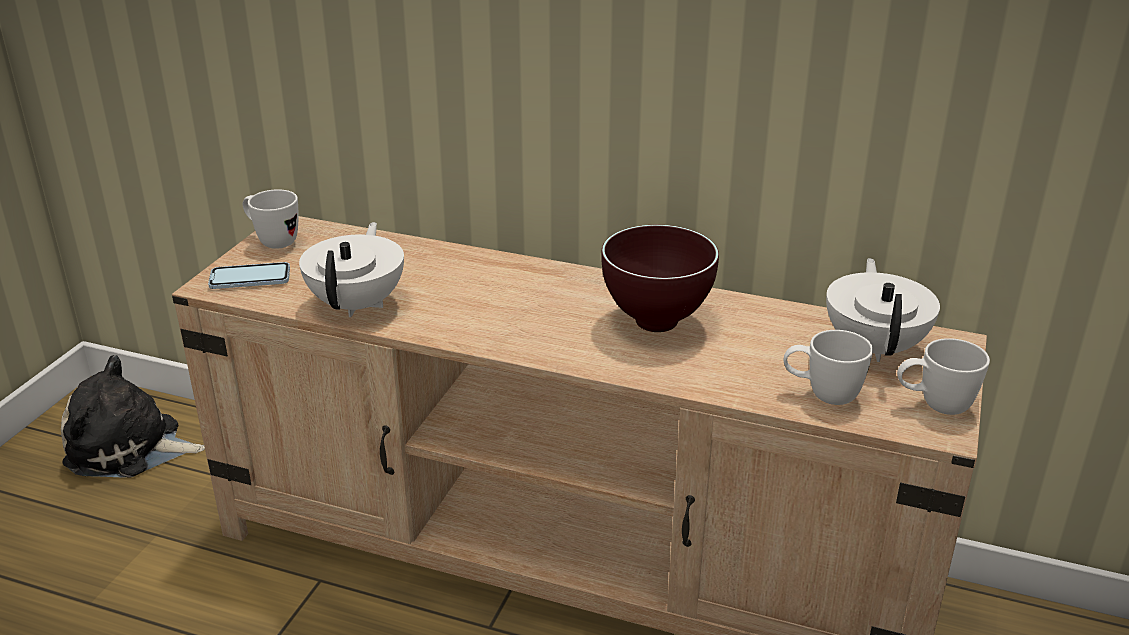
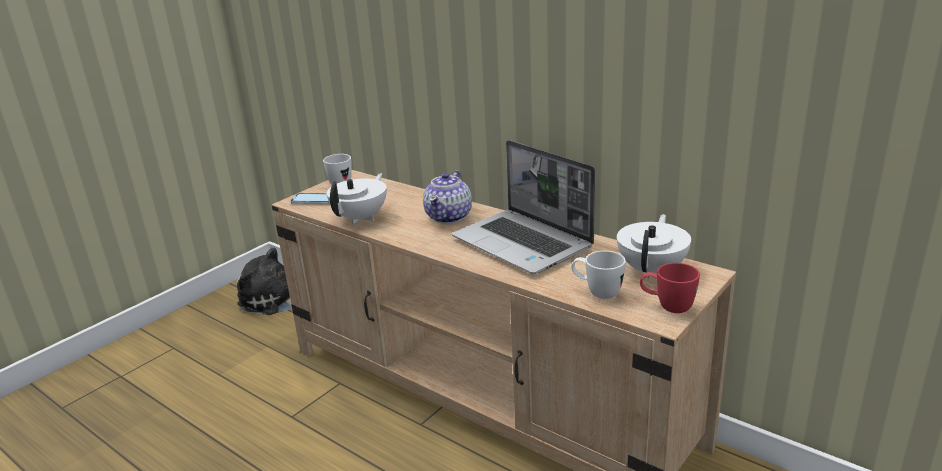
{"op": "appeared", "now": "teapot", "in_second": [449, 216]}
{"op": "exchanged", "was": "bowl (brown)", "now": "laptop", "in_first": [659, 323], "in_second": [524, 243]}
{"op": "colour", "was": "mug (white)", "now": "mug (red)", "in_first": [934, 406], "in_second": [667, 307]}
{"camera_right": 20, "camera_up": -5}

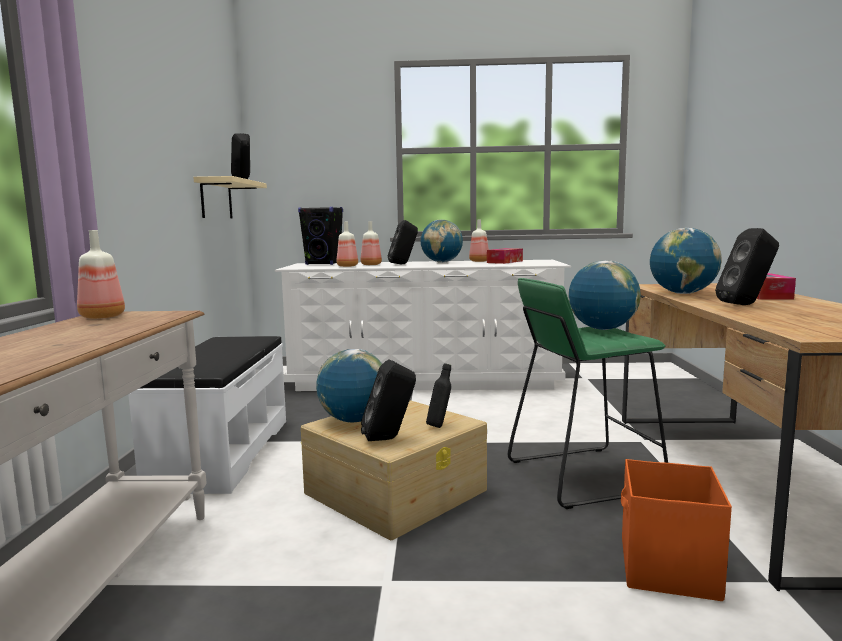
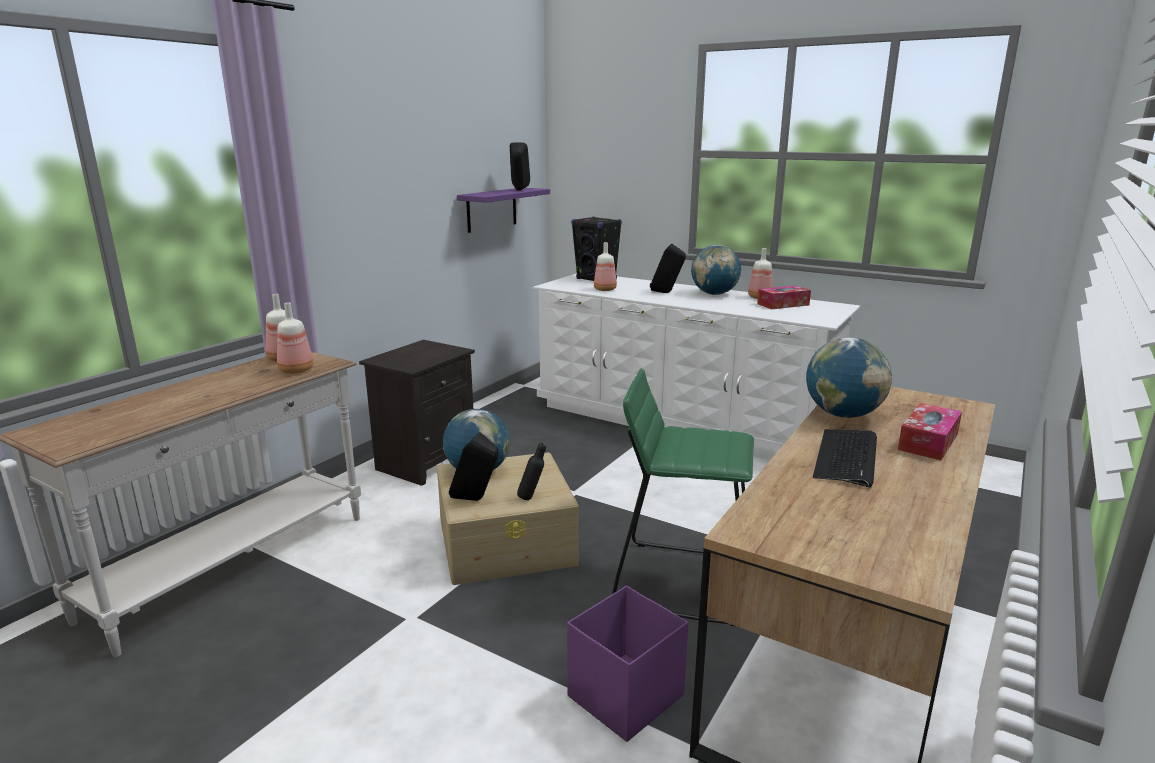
{"op": "missing", "was": "globe", "in_first": [602, 329]}
{"op": "relocated", "was": "bottle", "in_first": [370, 265], "in_second": [295, 370]}
{"op": "exchanged", "was": "bench (white)", "now": "nightstand (black)", "in_first": [222, 452], "in_second": [426, 461]}
{"op": "exchanged", "was": "speaker (black)", "now": "keyboard", "in_first": [746, 305], "in_second": [847, 457]}
{"op": "colour", "was": "shelf (beige)", "now": "shelf (purple)", "in_first": [216, 199], "in_second": [491, 209]}
{"op": "colour", "was": "storage box (orange)", "now": "storage box (purple)", "in_first": [667, 569], "in_second": [624, 697]}
{"camera_right": 30, "camera_up": 10}

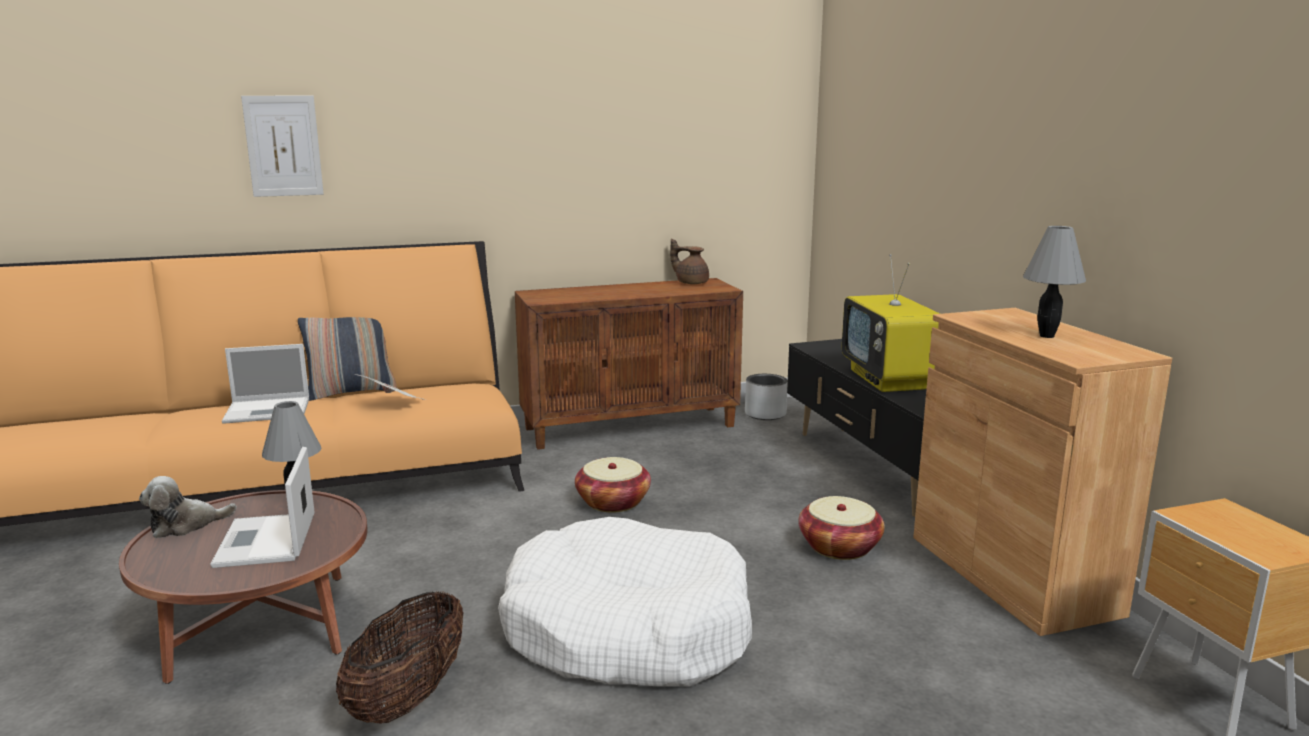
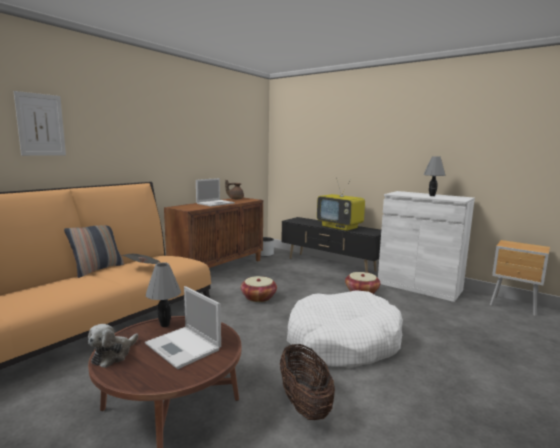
{"op": "relocated", "was": "laptop", "in_first": [269, 410], "in_second": [216, 203]}
{"op": "colour", "was": "cabinet (brown)", "now": "cabinet (white)", "in_first": [1012, 574], "in_second": [419, 286]}
{"camera_right": -35, "camera_up": -5}

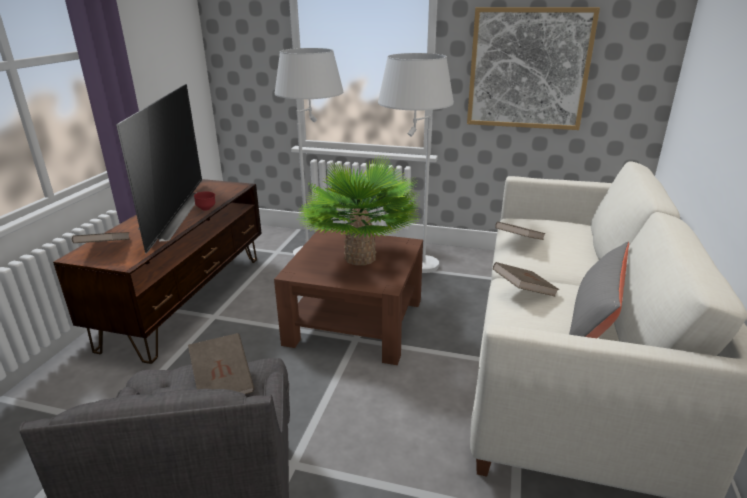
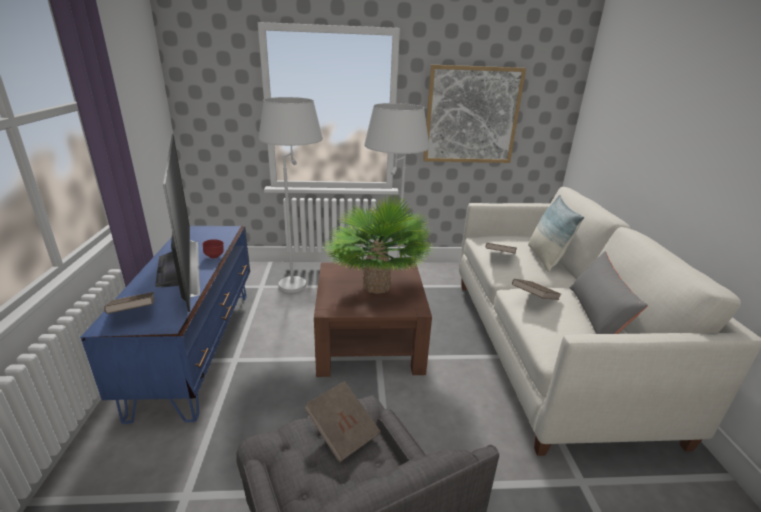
{"op": "appeared", "now": "pillow", "in_second": [545, 258]}
{"op": "colour", "was": "tv stand (brown)", "now": "tv stand (blue)", "in_first": [188, 299], "in_second": [197, 347]}
{"camera_right": -20, "camera_up": 0}

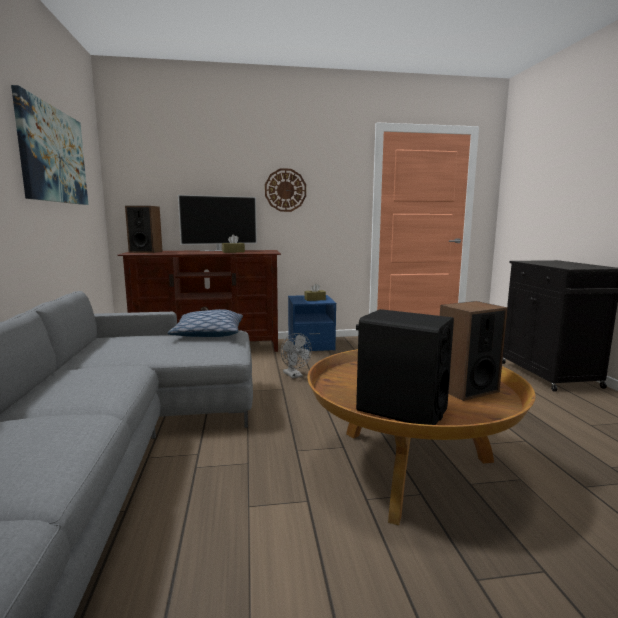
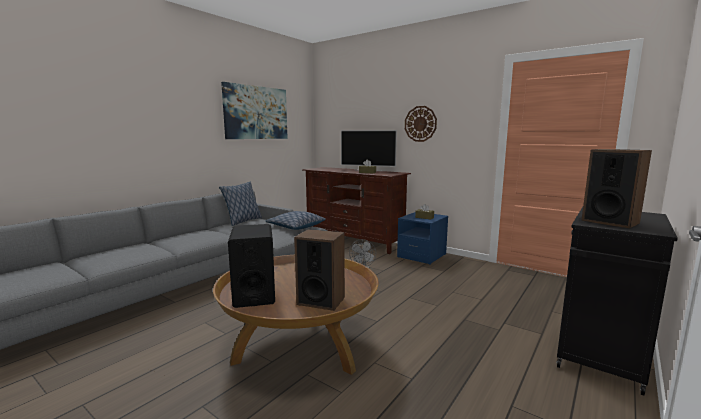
{"op": "appeared", "now": "pillow", "in_second": [243, 221]}
{"op": "relocated", "was": "speaker", "in_first": [145, 252], "in_second": [610, 221]}
{"camera_right": 45, "camera_up": 0}

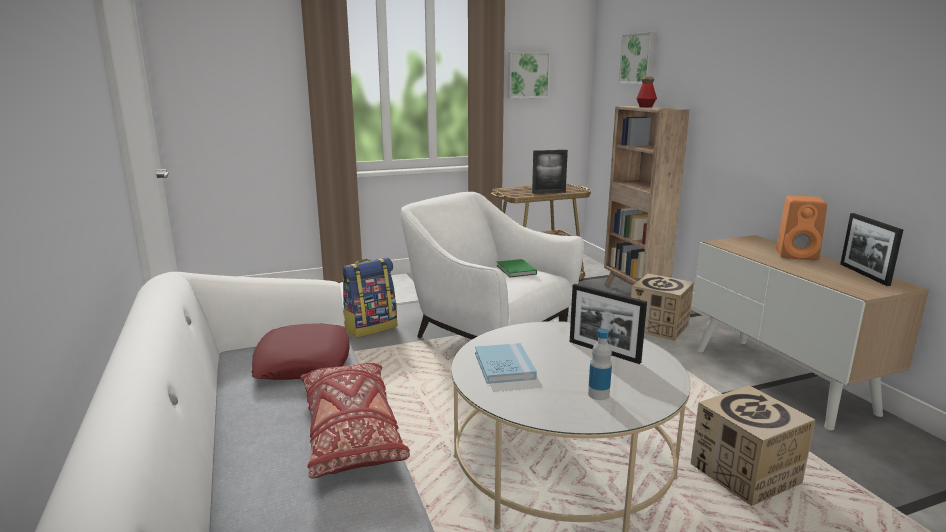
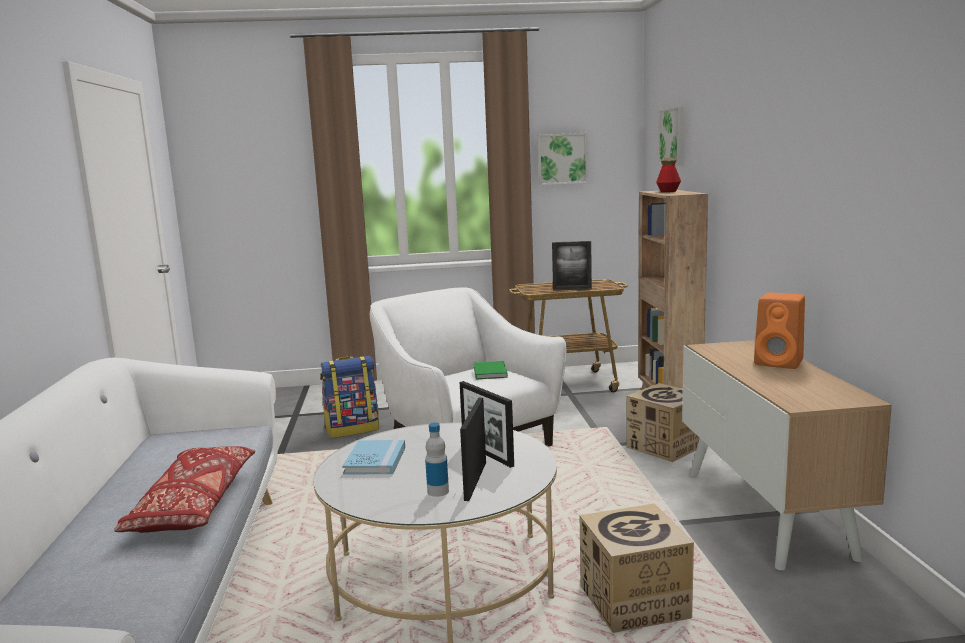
{"op": "missing", "was": "pillow (red)", "in_first": [303, 361]}
{"op": "relocated", "was": "picture frame", "in_first": [864, 274], "in_second": [475, 480]}
{"camera_right": 15, "camera_up": -5}

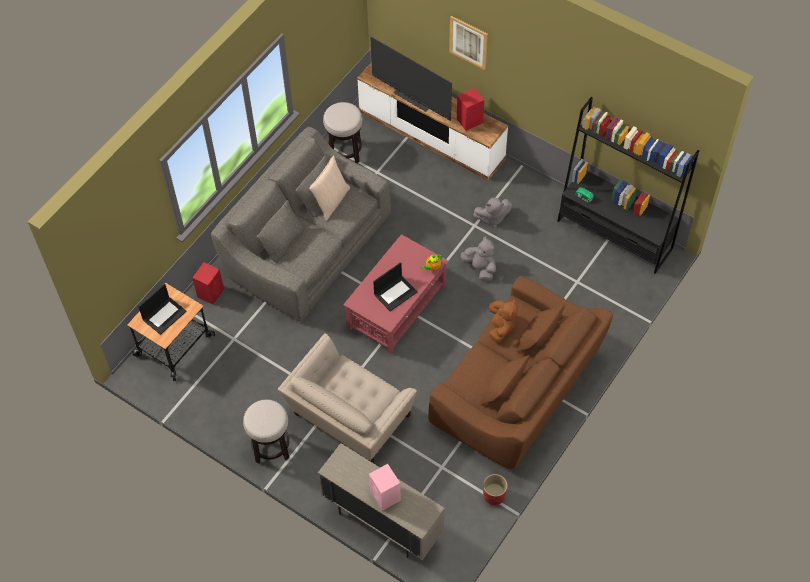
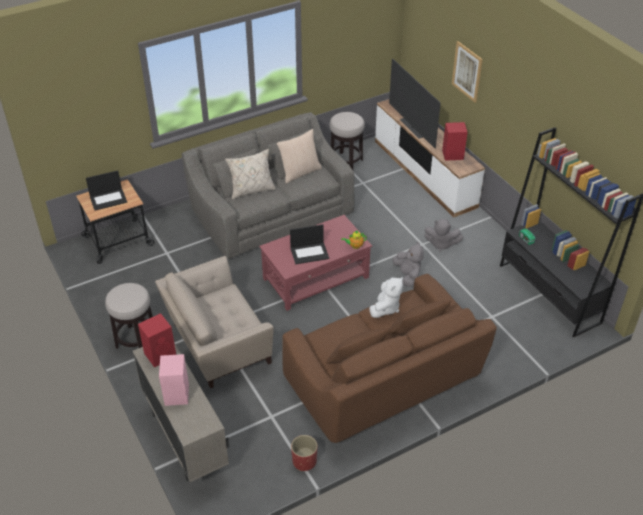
{"op": "appeared", "now": "pillow (beige)", "in_second": [251, 190]}
{"op": "relocated", "was": "speaker (red)", "in_first": [211, 292], "in_second": [161, 354]}
{"op": "colour", "was": "plush toy (brown)", "now": "plush toy (white)", "in_first": [501, 327], "in_second": [385, 308]}
{"camera_right": 25, "camera_up": -15}

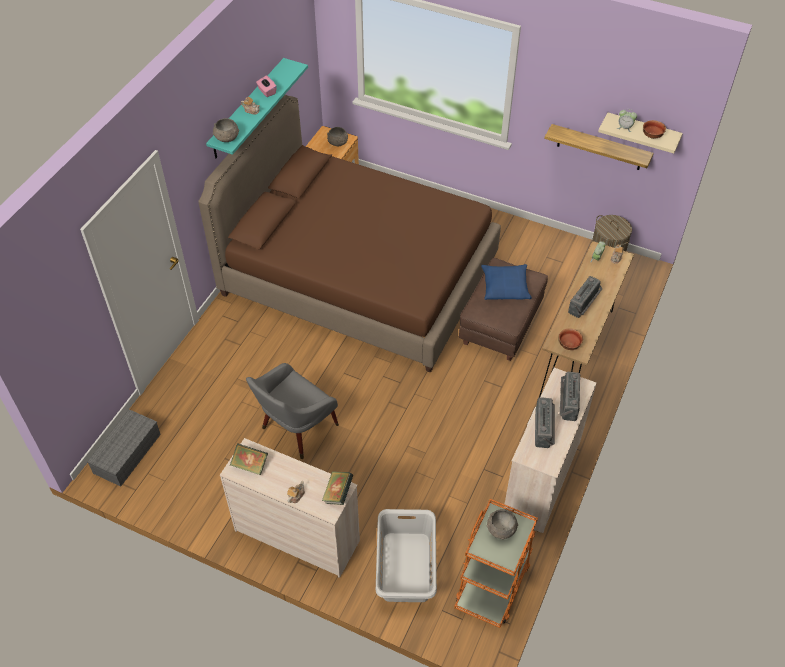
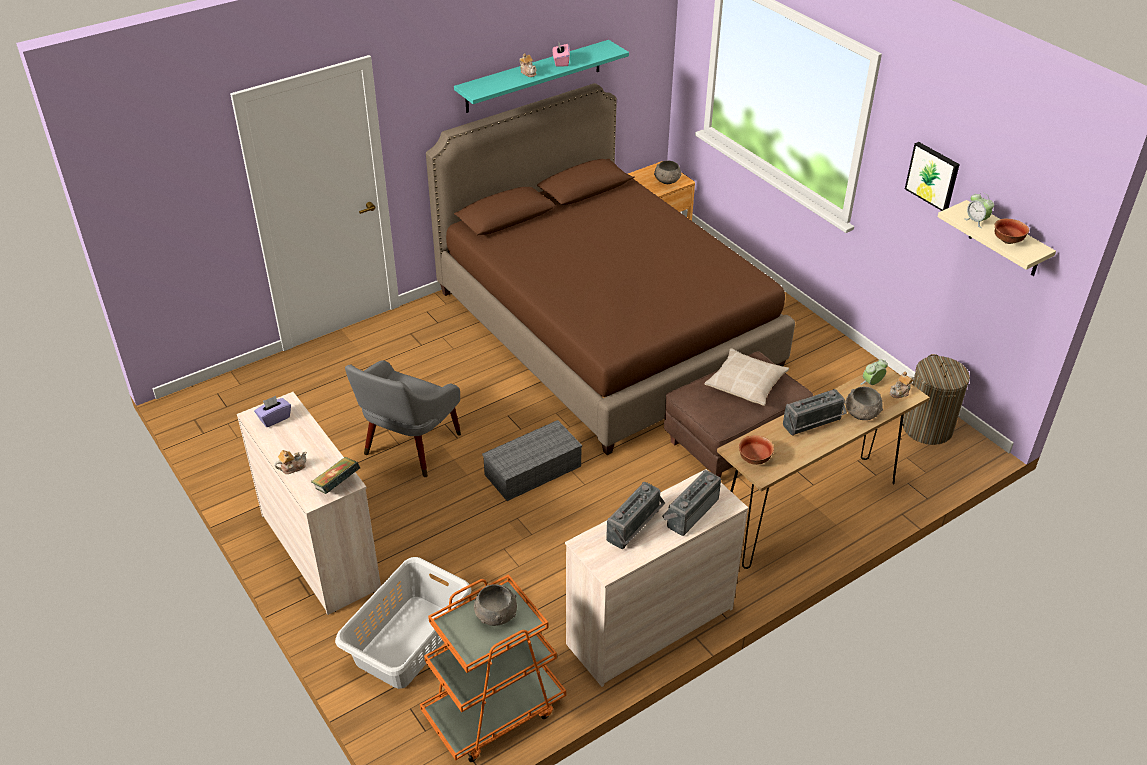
{"op": "missing", "was": "shelf", "in_first": [599, 147]}
{"op": "appeared", "now": "picture", "in_second": [933, 176]}
{"op": "relocated", "was": "storage box (grey)", "in_first": [127, 454], "in_second": [532, 471]}
{"op": "relocated", "was": "bowl (grey)", "in_first": [227, 138], "in_second": [861, 414]}
{"op": "exchanged", "was": "book", "now": "tissue box (purple)", "in_first": [250, 465], "in_second": [274, 418]}
{"op": "colour", "was": "pillow (blue)", "now": "pillow (beige)", "in_first": [505, 286], "in_second": [746, 383]}
{"op": "spun", "was": "armchair (grey)", "in_first": [296, 430], "in_second": [409, 448], "clockwise": -45}
{"camera_right": 30, "camera_up": -10}

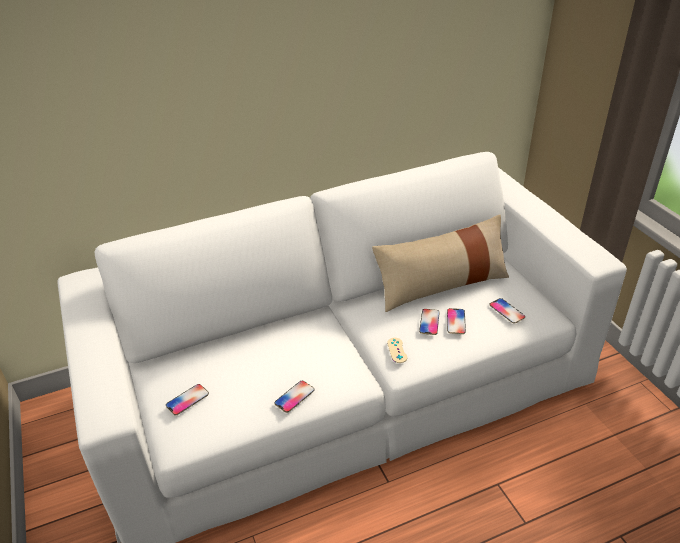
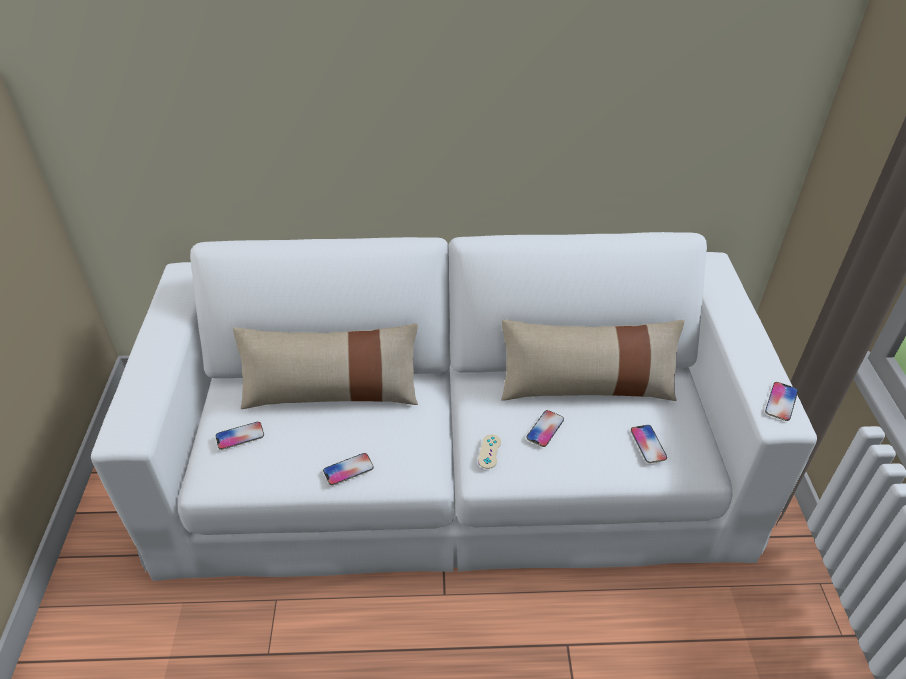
{"op": "appeared", "now": "pillow (beige)", "in_second": [331, 392]}
{"op": "relocated", "was": "phone", "in_first": [456, 321], "in_second": [781, 402]}
{"camera_right": 20, "camera_up": 5}

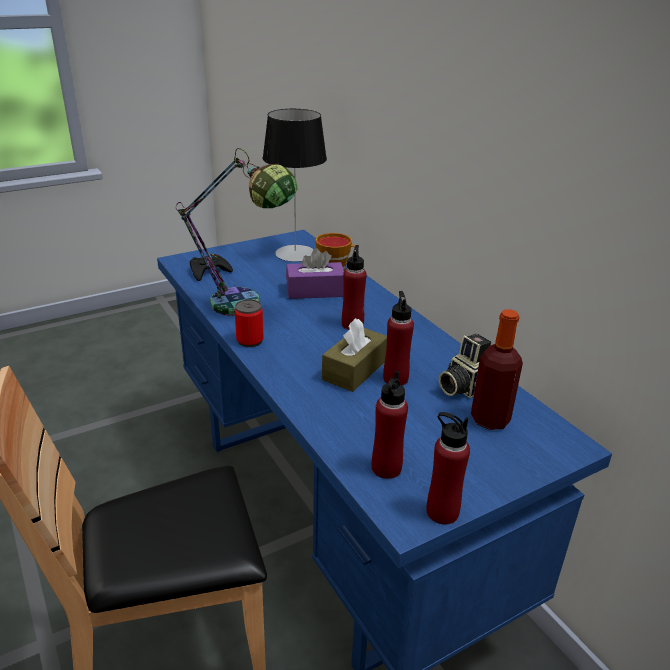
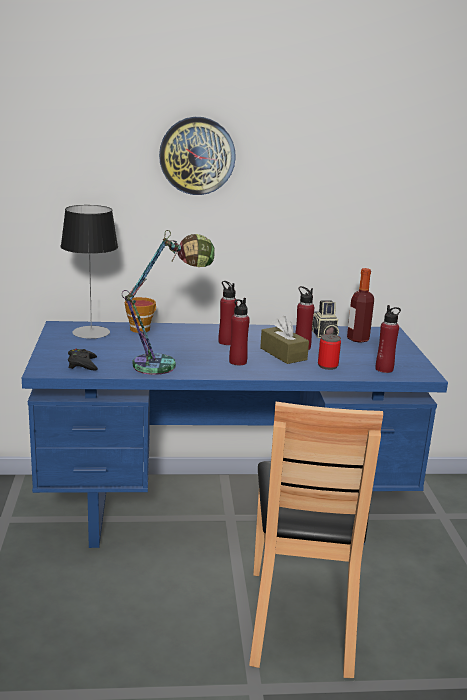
{"op": "missing", "was": "tissue box (purple)", "in_first": [315, 291]}
{"op": "appeared", "now": "wall clock", "in_second": [197, 156]}
{"op": "relocated", "was": "can", "in_first": [250, 340], "in_second": [327, 366]}
{"op": "relocated", "was": "bottle (red)", "in_first": [442, 512], "in_second": [237, 362]}
{"camera_right": -65, "camera_up": -10}

